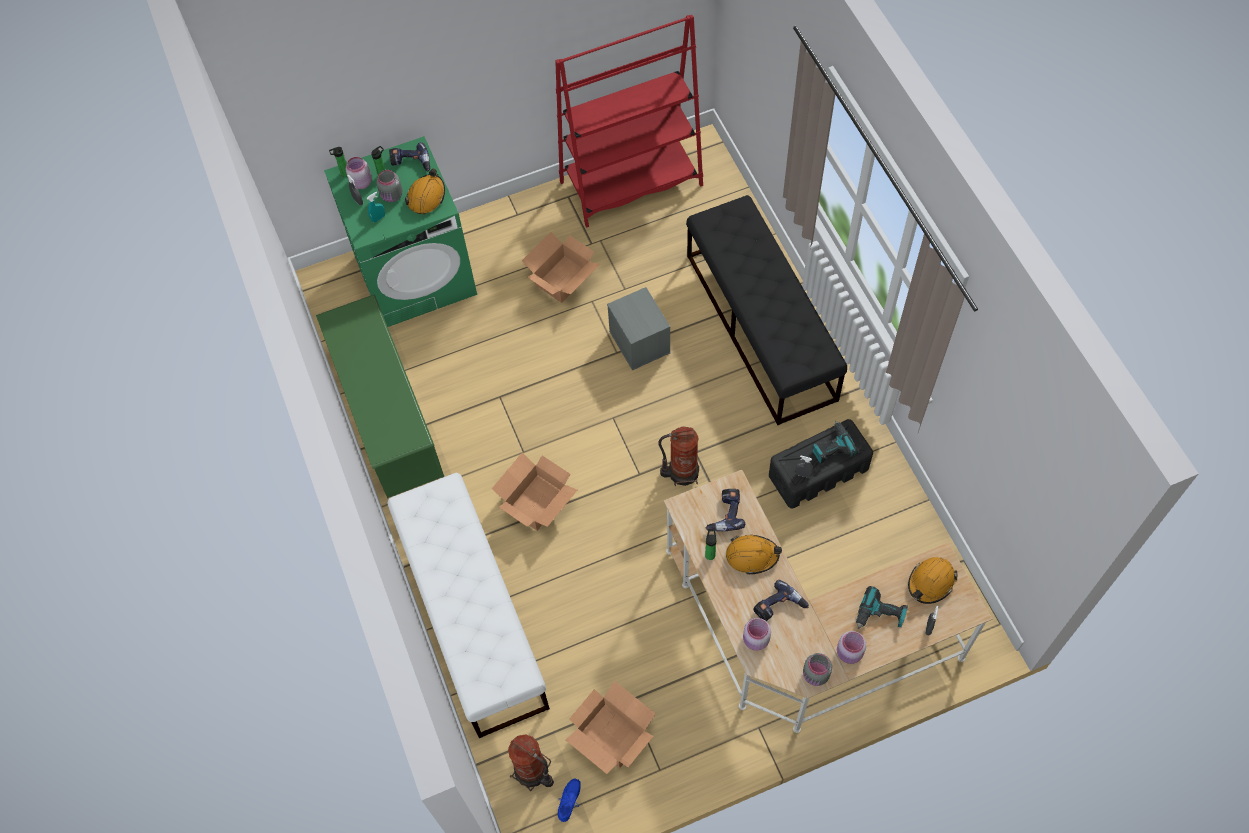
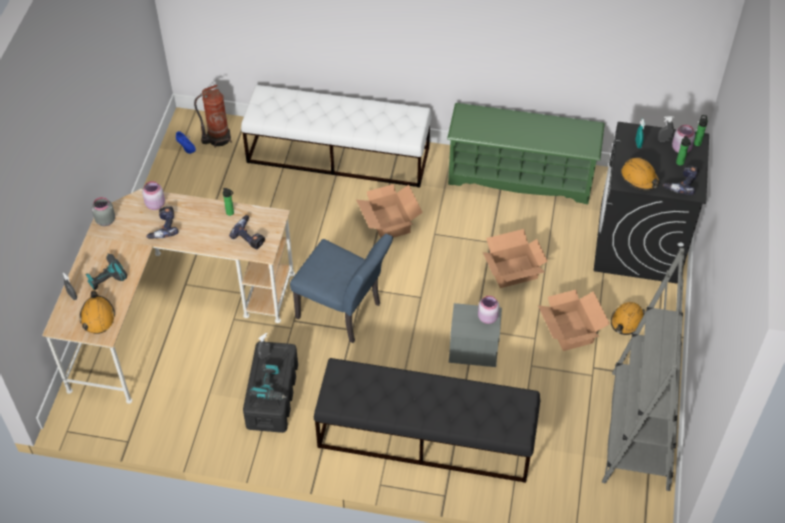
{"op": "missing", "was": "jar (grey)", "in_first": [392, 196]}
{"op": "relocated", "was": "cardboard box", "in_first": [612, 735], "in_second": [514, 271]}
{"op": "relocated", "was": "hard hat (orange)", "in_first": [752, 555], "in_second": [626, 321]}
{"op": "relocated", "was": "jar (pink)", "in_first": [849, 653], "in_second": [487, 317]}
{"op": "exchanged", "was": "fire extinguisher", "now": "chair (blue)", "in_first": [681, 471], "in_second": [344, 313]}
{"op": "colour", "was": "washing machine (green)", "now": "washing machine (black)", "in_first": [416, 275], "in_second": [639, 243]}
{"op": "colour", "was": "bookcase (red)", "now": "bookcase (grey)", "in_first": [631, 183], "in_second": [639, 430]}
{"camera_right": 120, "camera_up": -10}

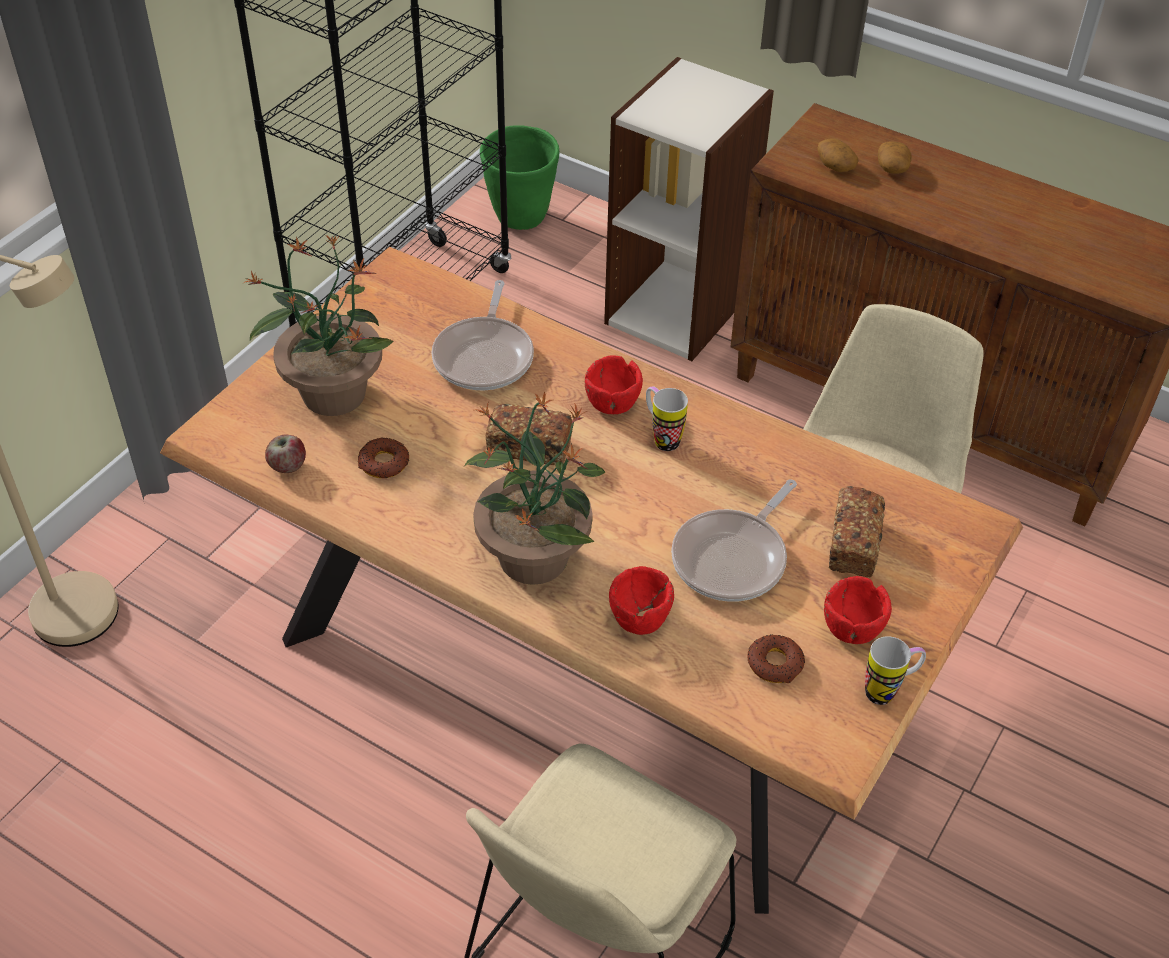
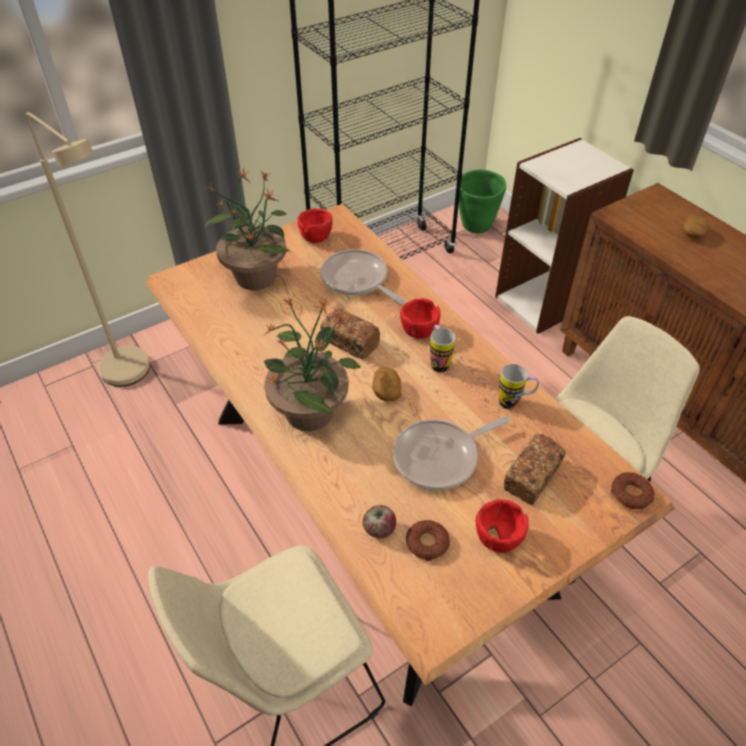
{"op": "relocated", "was": "apple", "in_first": [287, 465], "in_second": [379, 529]}
{"op": "relocated", "was": "donut", "in_first": [384, 463], "in_second": [631, 494]}
{"op": "relocated", "was": "bowl (red)", "in_first": [640, 617], "in_second": [316, 237]}
{"op": "relocated", "was": "potato", "in_first": [835, 165], "in_second": [386, 391]}
{"op": "relocated", "was": "mug", "in_first": [888, 691], "in_second": [514, 403]}
{"op": "spun", "was": "frying pan", "in_first": [485, 356], "in_second": [357, 280], "clockwise": 105}
{"camera_right": 25, "camera_up": 0}

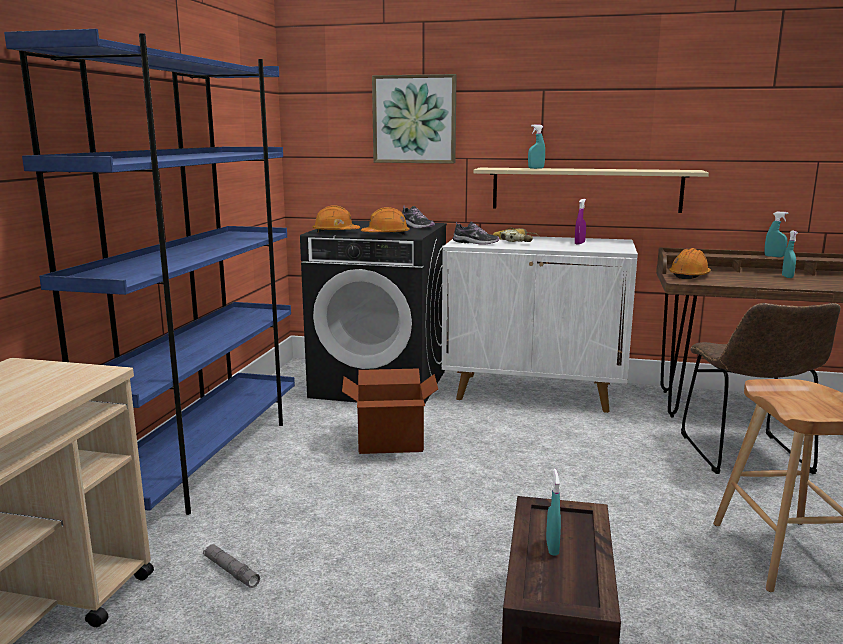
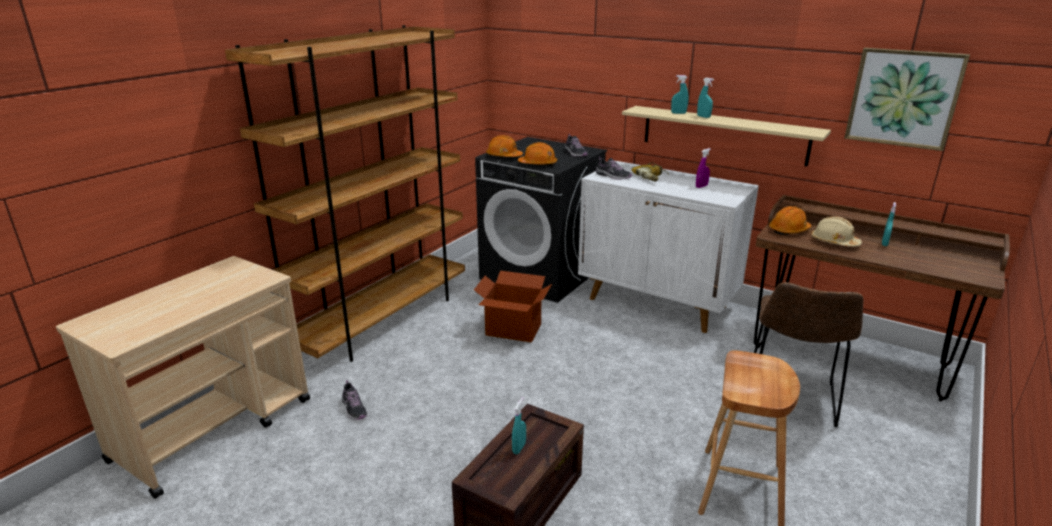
{"op": "appeared", "now": "hard hat (beige)", "in_second": [834, 242]}
{"op": "relocated", "was": "picture", "in_first": [414, 119], "in_second": [903, 98]}
{"op": "relocated", "was": "spray bottle (turquoise)", "in_first": [774, 256], "in_second": [703, 117]}
{"op": "exchanged", "was": "flashlight (grey)", "now": "shoe", "in_first": [231, 571], "in_second": [354, 408]}
{"op": "colour", "was": "bookcase (blue)", "now": "bookcase (brown)", "in_first": [205, 459], "in_second": [383, 320]}
{"camera_right": 20, "camera_up": 10}

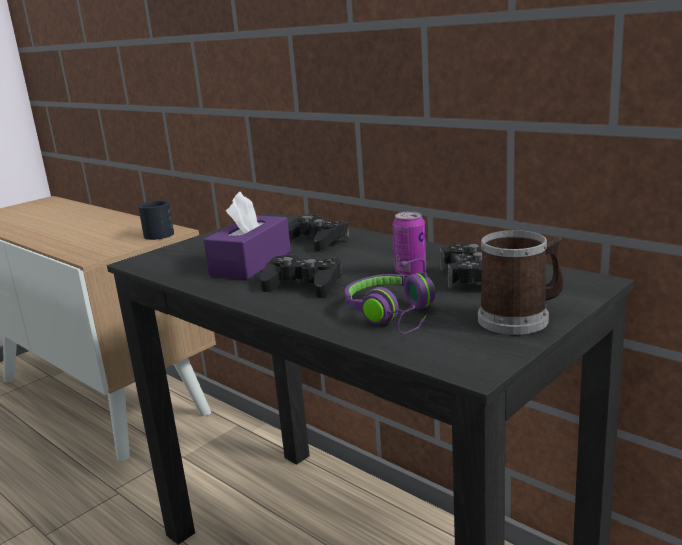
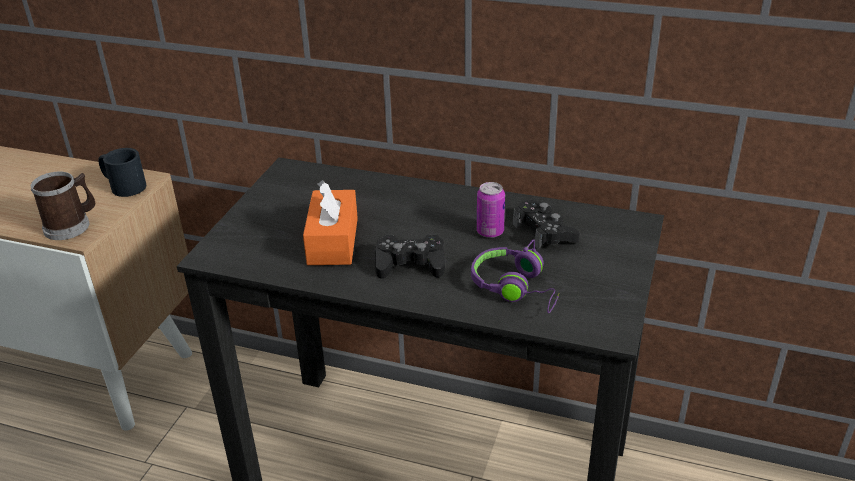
{"op": "missing", "was": "game controller (black)", "in_first": [317, 240]}
{"op": "relocated", "was": "mug", "in_first": [520, 318], "in_second": [72, 225]}
{"op": "colour", "was": "tissue box (purple)", "now": "tissue box (orange)", "in_first": [251, 263], "in_second": [333, 241]}
{"camera_right": -25, "camera_up": 15}

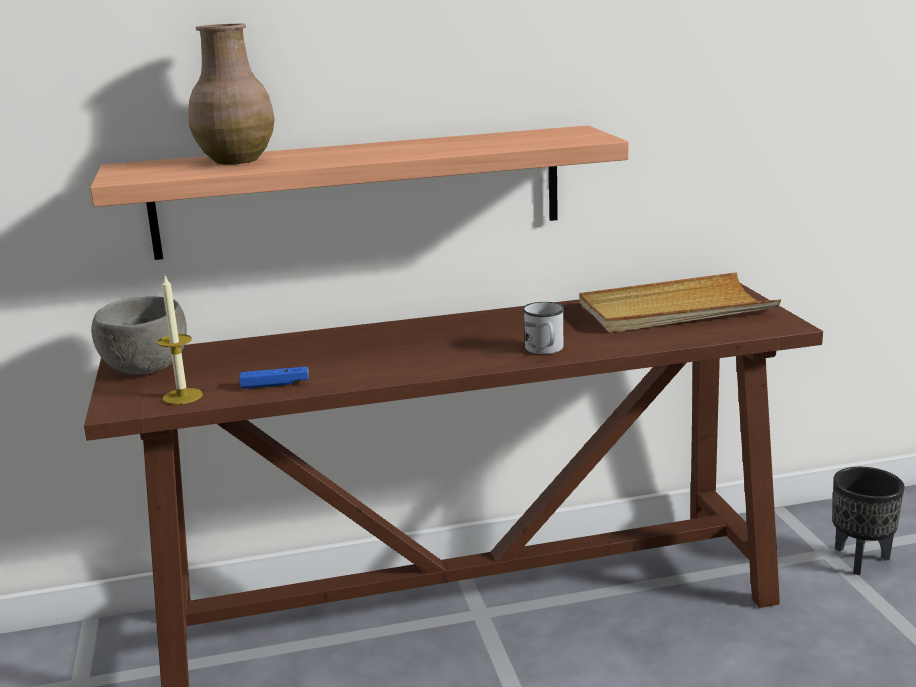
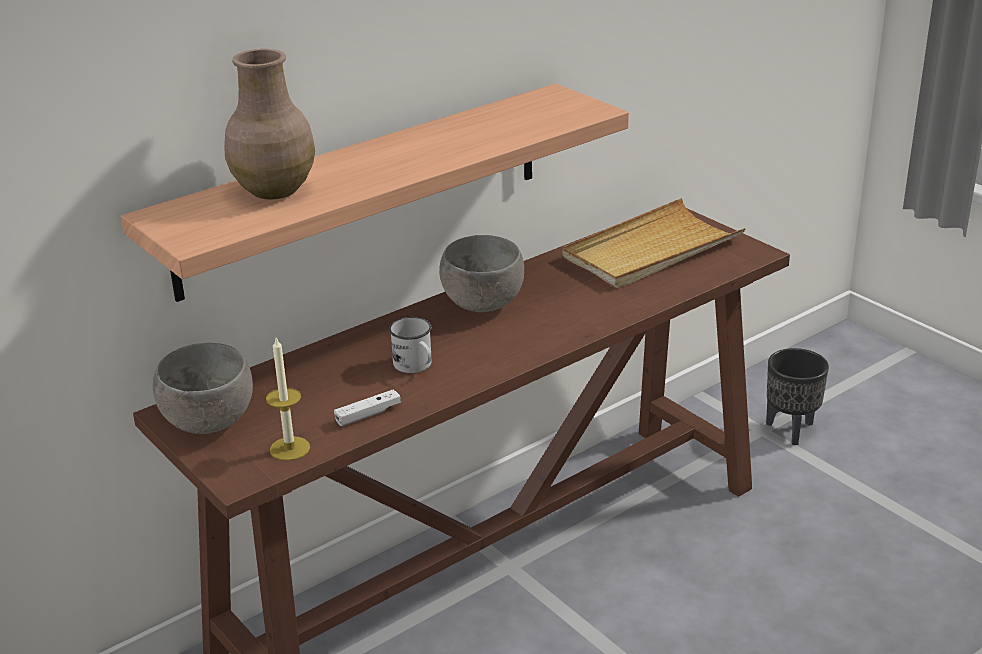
{"op": "appeared", "now": "bowl (grey)", "in_second": [481, 304]}
{"op": "relocated", "was": "mug (white)", "in_first": [545, 350], "in_second": [416, 366]}
{"op": "colour", "was": "game controller (blue)", "now": "game controller (white)", "in_first": [275, 385], "in_second": [368, 414]}
{"camera_right": -25, "camera_up": 10}

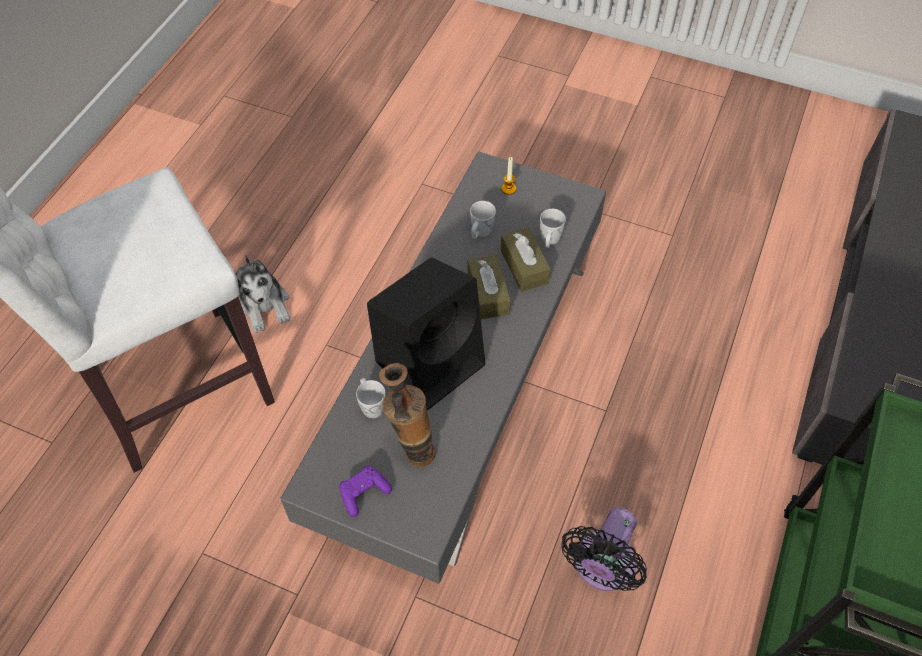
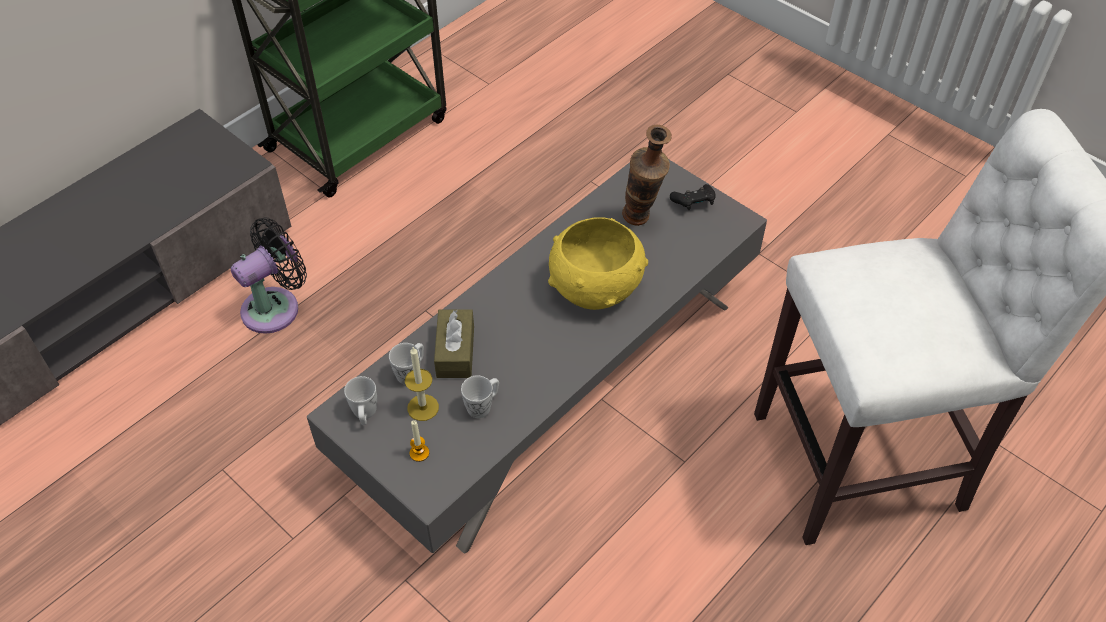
{"op": "missing", "was": "plush toy", "in_first": [264, 305]}
{"op": "missing", "was": "tissue box (brown)", "in_first": [488, 294]}
{"op": "appeared", "now": "candle", "in_second": [423, 407]}
{"op": "relocated", "was": "mug (white)", "in_first": [371, 405], "in_second": [365, 414]}
{"op": "relocated", "was": "fan (black)", "in_first": [601, 567], "in_second": [276, 307]}
{"op": "exchanged", "was": "speaker (black)", "now": "bowl (yellow)", "in_first": [431, 361], "in_second": [595, 287]}
{"op": "colour", "was": "game controller (purple)", "now": "game controller (black)", "in_first": [364, 493], "in_second": [693, 203]}
{"camera_right": -160, "camera_up": -5}

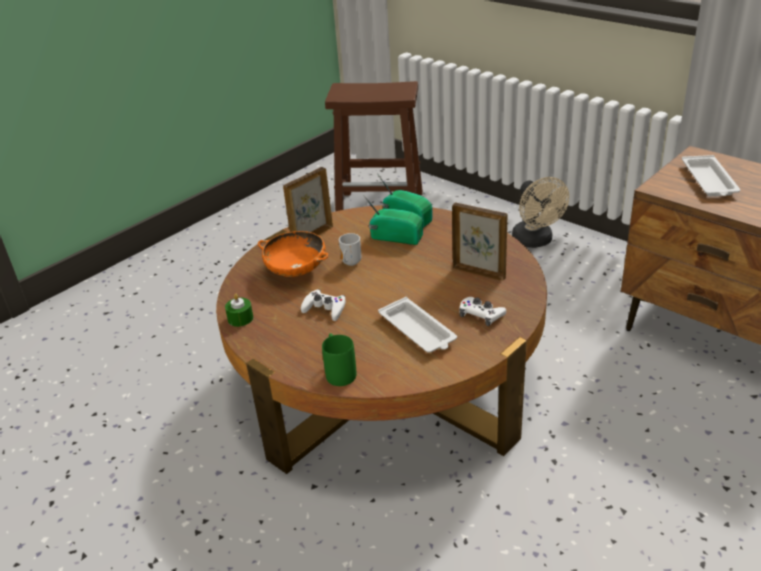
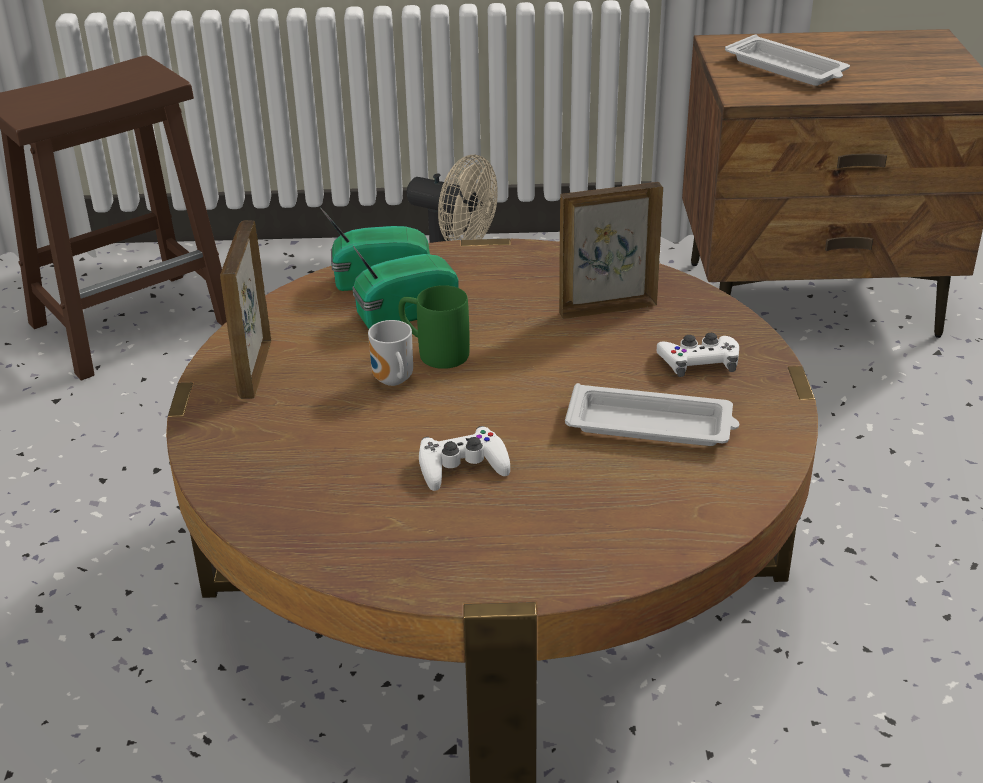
{"op": "missing", "was": "candle (green)", "in_first": [240, 318]}
{"op": "missing", "was": "bowl (orange)", "in_first": [296, 271]}
{"op": "relocated", "was": "mug (green)", "in_first": [339, 371], "in_second": [433, 352]}
{"camera_right": -45, "camera_up": 0}

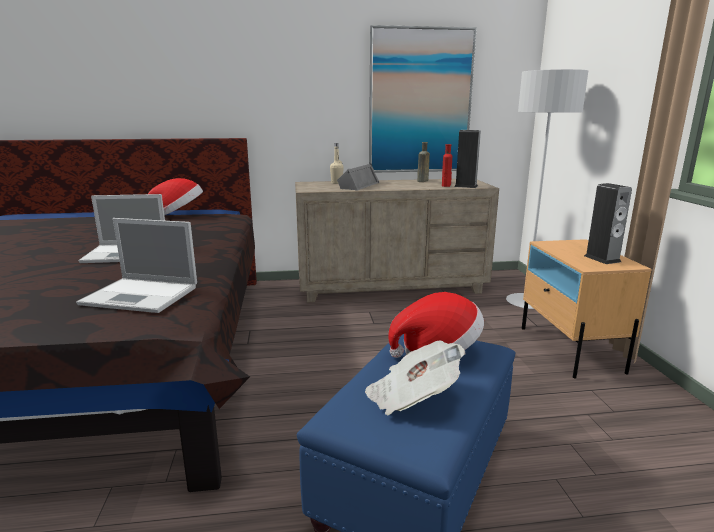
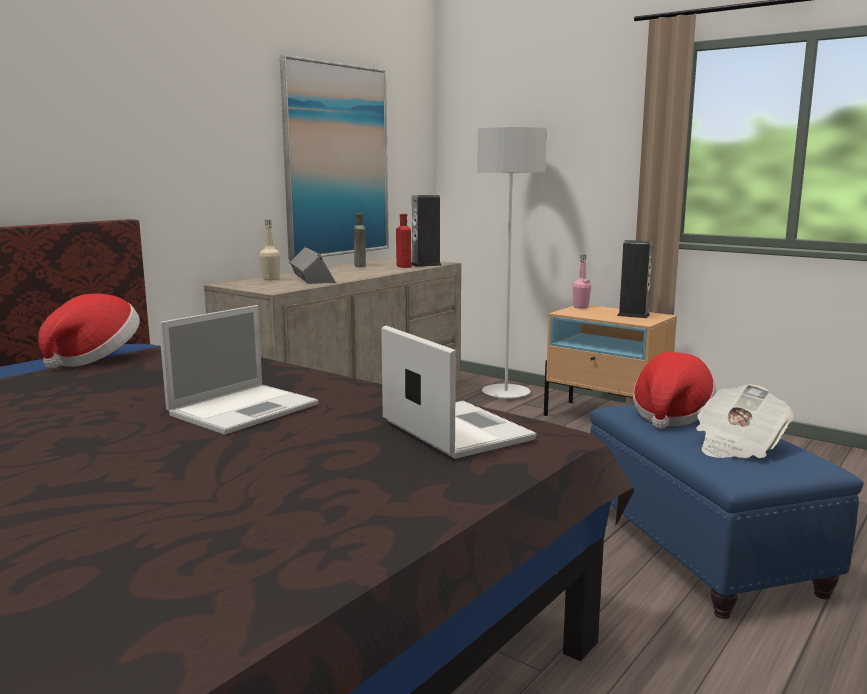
{"op": "appeared", "now": "bottle (pink)", "in_second": [581, 307]}
{"op": "spun", "was": "laptop", "in_first": [142, 295], "in_second": [454, 429], "clockwise": -90}
{"camera_right": -45, "camera_up": -5}

